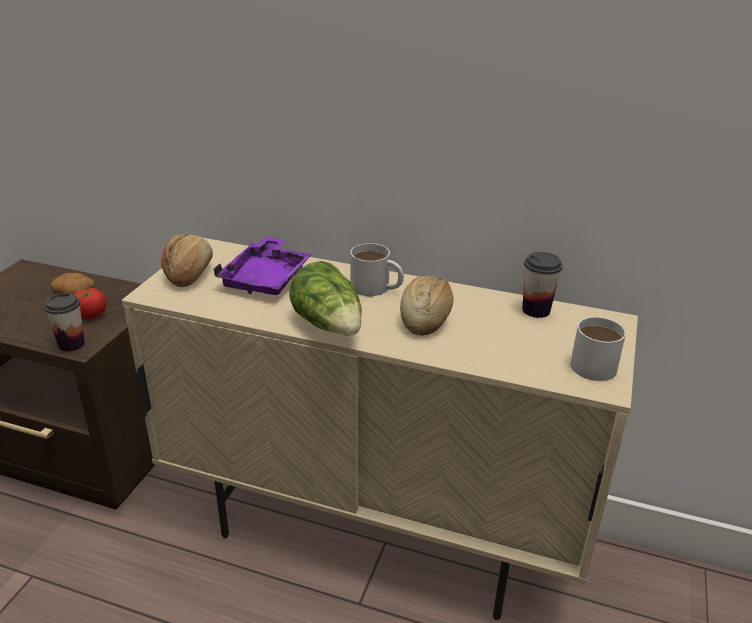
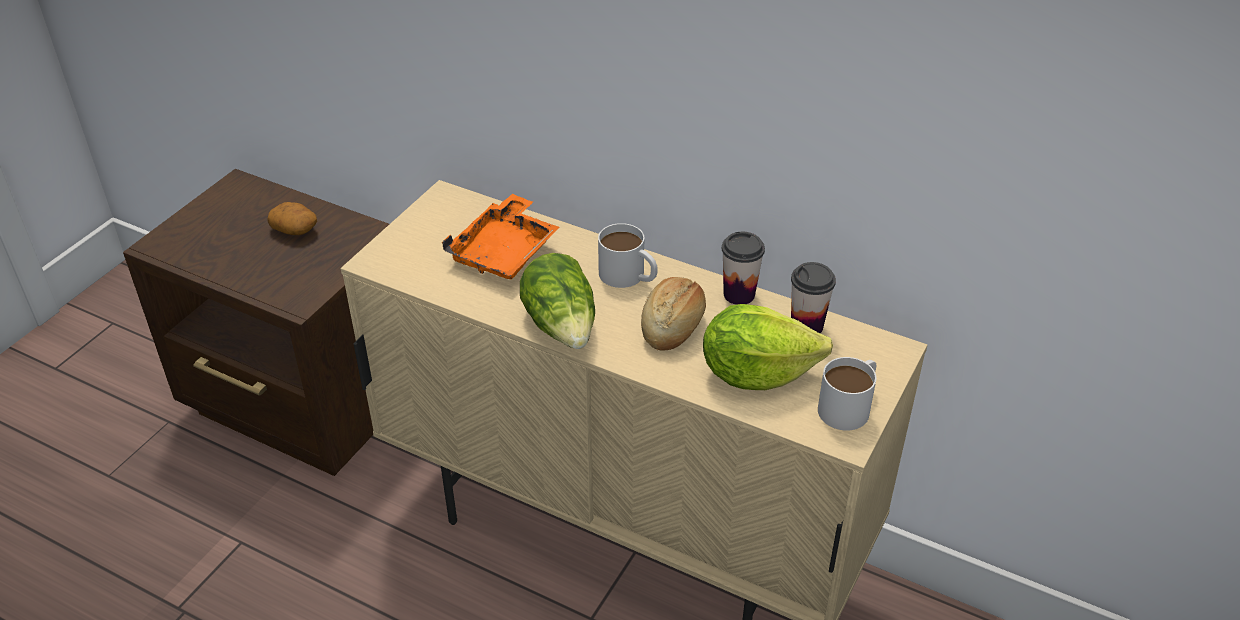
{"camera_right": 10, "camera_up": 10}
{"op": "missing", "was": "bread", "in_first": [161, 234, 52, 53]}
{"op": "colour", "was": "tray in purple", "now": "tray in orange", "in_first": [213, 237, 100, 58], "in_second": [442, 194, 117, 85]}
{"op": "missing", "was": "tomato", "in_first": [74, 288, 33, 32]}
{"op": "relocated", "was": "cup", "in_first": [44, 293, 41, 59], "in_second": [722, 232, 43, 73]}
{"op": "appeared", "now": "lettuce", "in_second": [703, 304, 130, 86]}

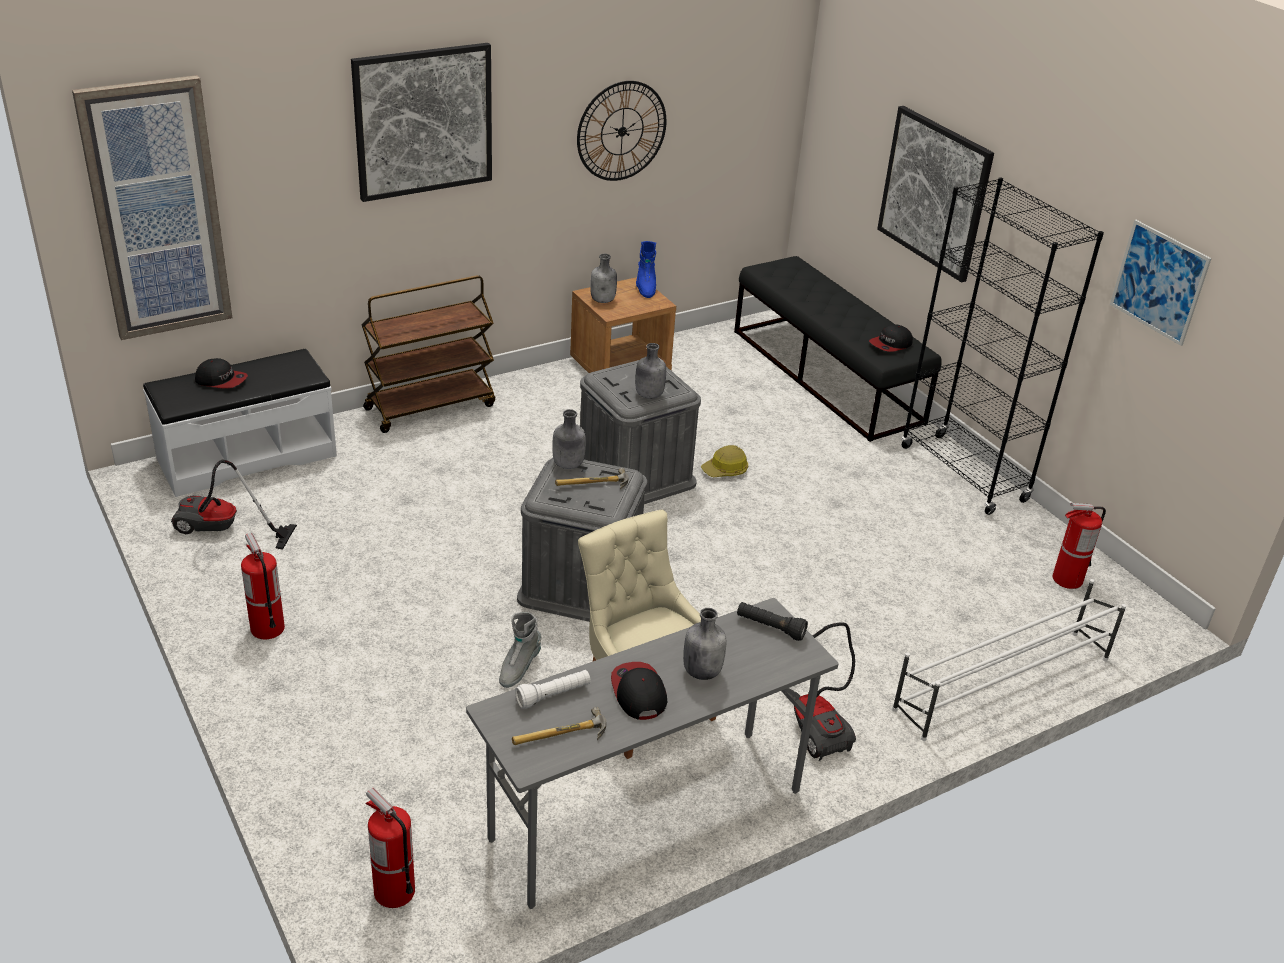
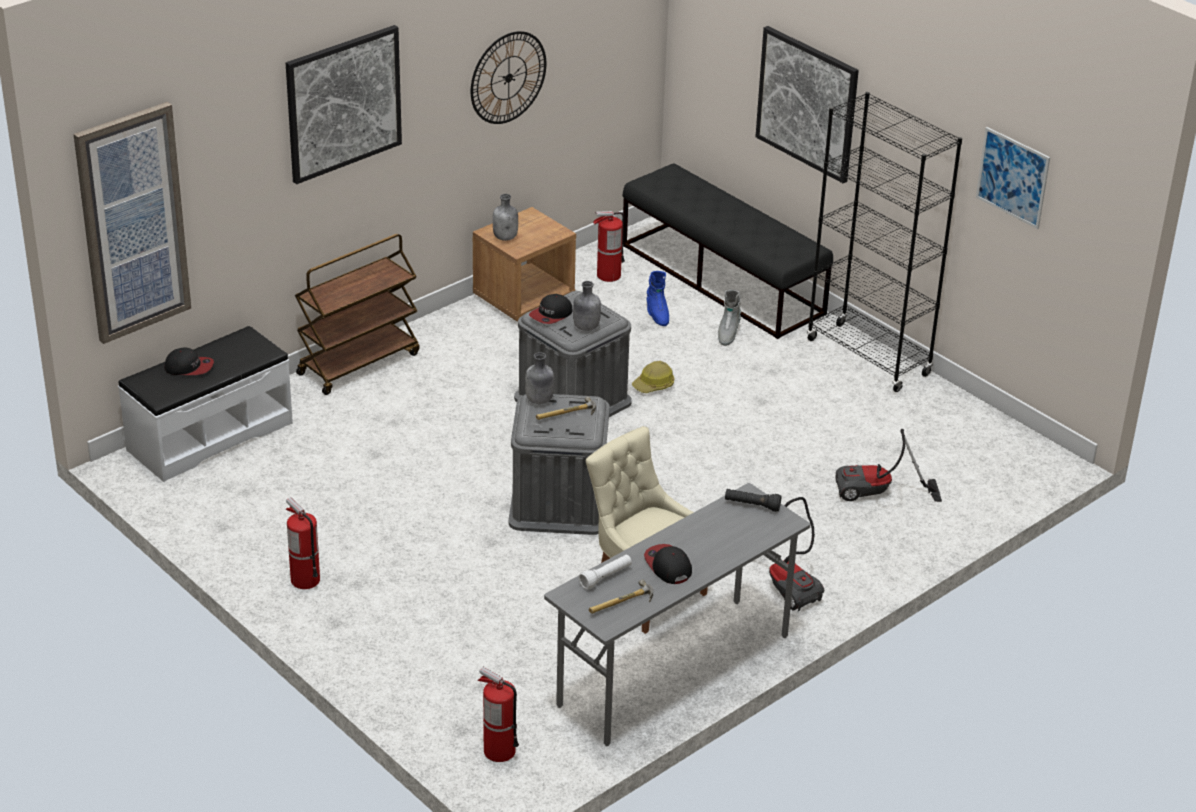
{"camera_right": -10, "camera_up": 0}
{"op": "relocated", "was": "boot in blue", "in_first": [636, 241, 20, 57], "in_second": [646, 271, 23, 55]}
{"op": "relocated", "was": "cap", "in_first": [869, 324, 44, 28], "in_second": [529, 294, 43, 30]}
{"op": "relocated", "was": "vacuum cleaner", "in_first": [171, 459, 126, 91], "in_second": [835, 429, 107, 73]}
{"op": "relocated", "was": "fire extinguisher", "in_first": [1053, 503, 53, 86], "in_second": [593, 211, 32, 71]}
{"op": "missing", "was": "shoe rack in white", "in_first": [892, 579, 234, 162]}
{"op": "missing", "was": "bottle in grey", "in_first": [683, 608, 43, 72]}
{"op": "relocated", "was": "boot in grey", "in_first": [499, 612, 43, 76], "in_second": [718, 290, 23, 56]}

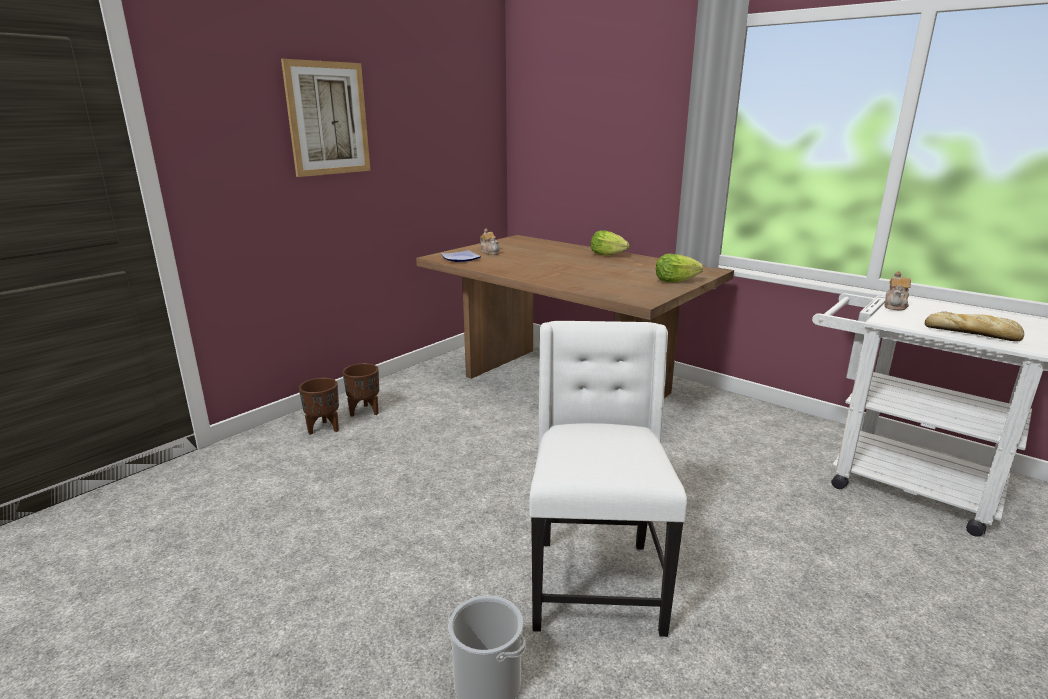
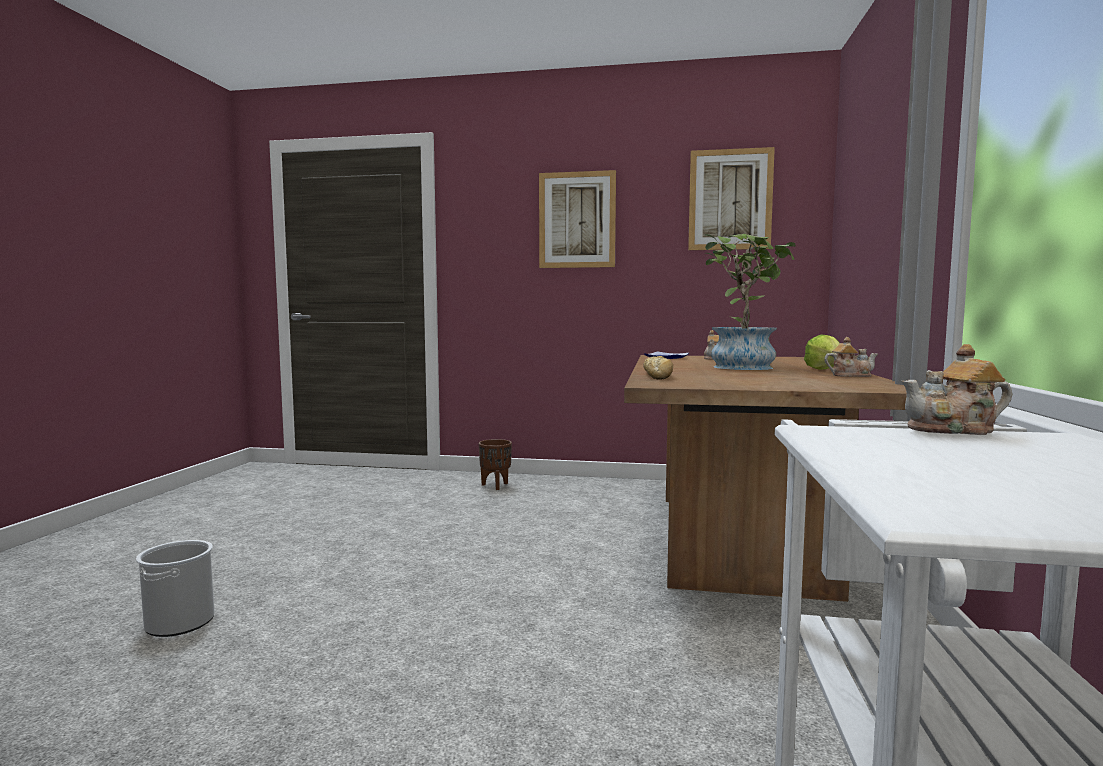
{"camera_right": 60, "camera_up": -15}
{"op": "missing", "was": "lettuce", "in_first": [656, 254, 47, 29]}
{"op": "relocated", "was": "bread", "in_first": [925, 311, 99, 30], "in_second": [643, 356, 30, 24]}
{"op": "missing", "was": "chair in white", "in_first": [529, 321, 158, 316]}
{"op": "missing", "was": "planter in brown", "in_first": [343, 363, 36, 54]}
{"op": "appeared", "now": "picture", "in_second": [688, 147, 87, 103]}
{"op": "appeared", "now": "potted plant", "in_second": [705, 234, 91, 136]}
{"op": "appeared", "now": "teapot", "in_second": [824, 337, 54, 40]}

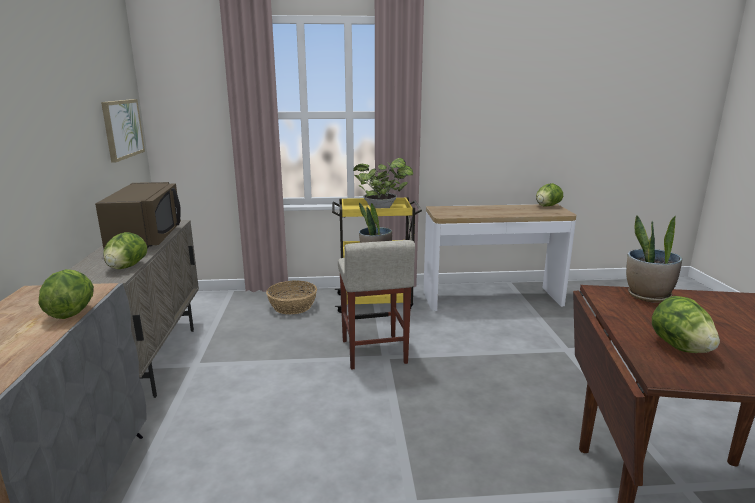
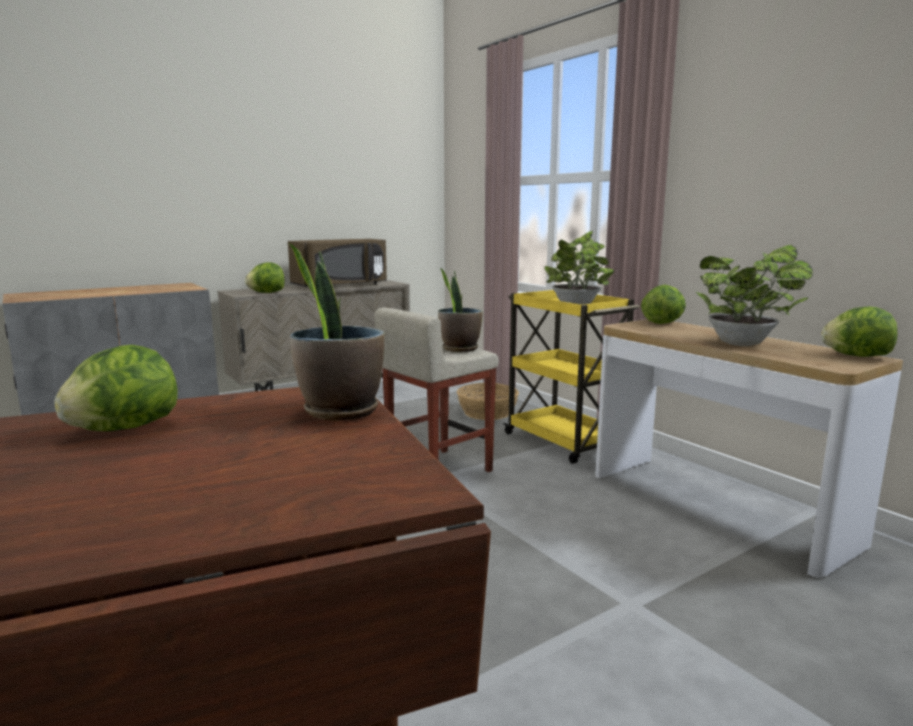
{"camera_right": 60, "camera_up": -5}
{"op": "missing", "was": "picture", "in_first": [101, 99, 44, 63]}
{"op": "relocated", "was": "lettuce", "in_first": [39, 269, 55, 50], "in_second": [641, 285, 45, 39]}
{"op": "appeared", "now": "potted plant", "in_second": [696, 245, 117, 101]}

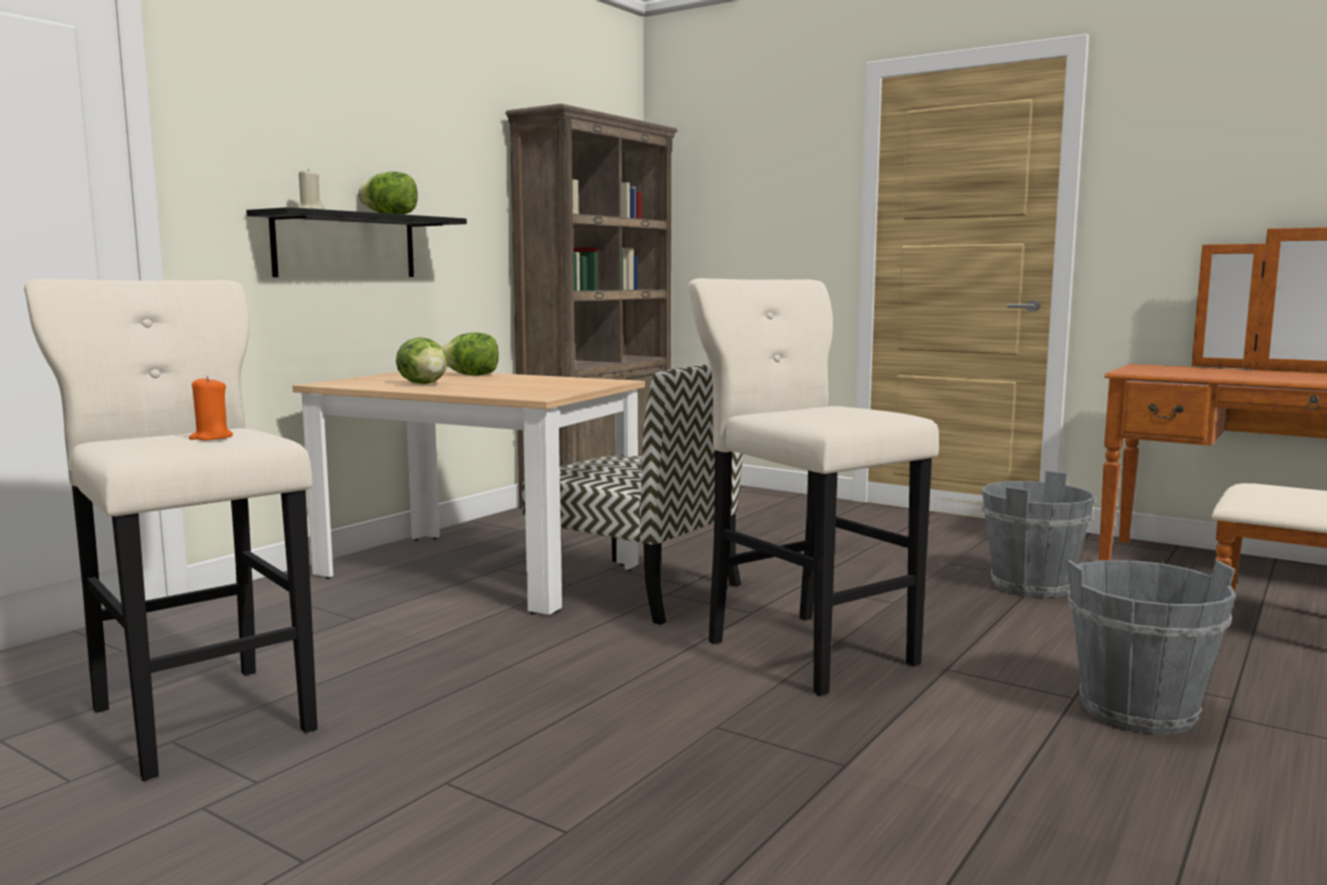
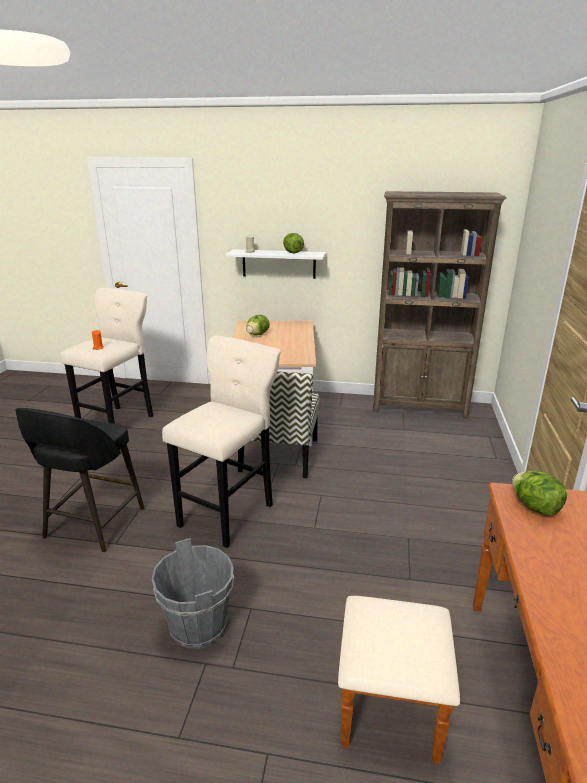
{"camera_right": 65, "camera_up": 15}
{"op": "colour", "was": "shelf in black", "now": "shelf in white", "in_first": [246, 207, 221, 70], "in_second": [226, 249, 100, 30]}
{"op": "relocated", "was": "lettuce", "in_first": [442, 333, 57, 43], "in_second": [512, 471, 55, 45]}
{"op": "missing", "was": "bucket in grey", "in_first": [982, 471, 113, 127]}
{"op": "appeared", "now": "stool in black", "in_second": [15, 408, 129, 144]}

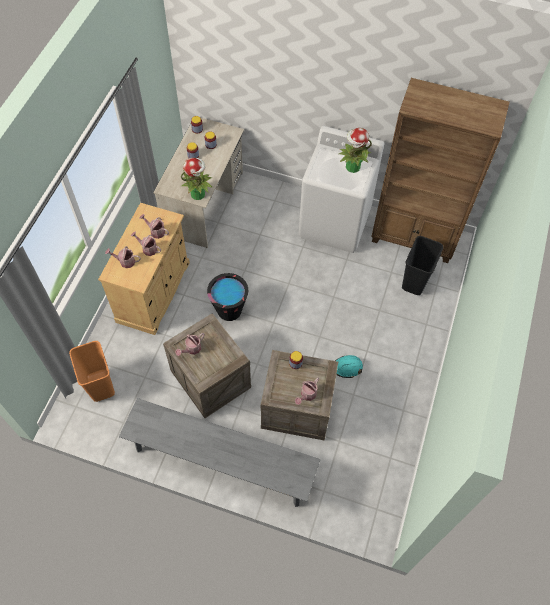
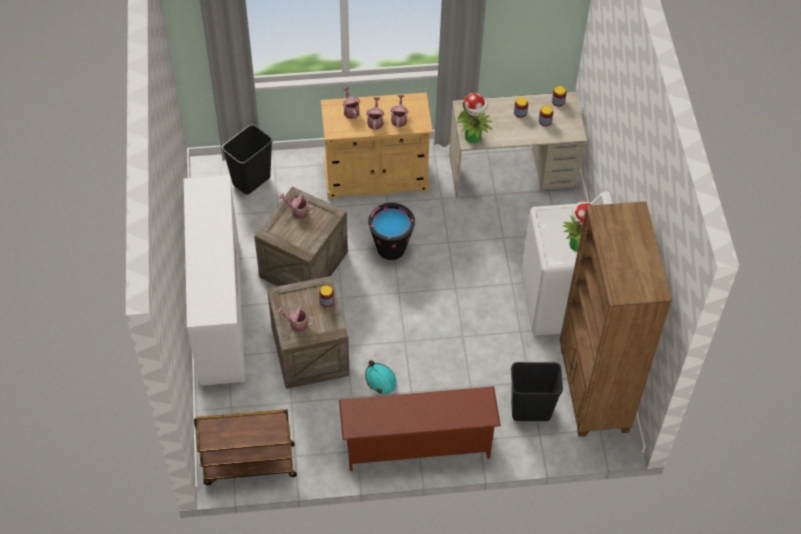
{"camera_right": 65, "camera_up": -5}
{"op": "colour", "was": "trash can in orange", "now": "trash can in black", "in_first": [69, 341, 46, 61], "in_second": [222, 124, 51, 70]}
{"op": "exchanged", "was": "bench in grey", "now": "dresser in white", "in_first": [119, 398, 201, 109], "in_second": [184, 175, 62, 211]}
{"op": "appeared", "now": "shoe rack in brown", "in_second": [339, 386, 162, 85]}
{"op": "appeared", "now": "cart in brown", "in_second": [194, 409, 103, 76]}

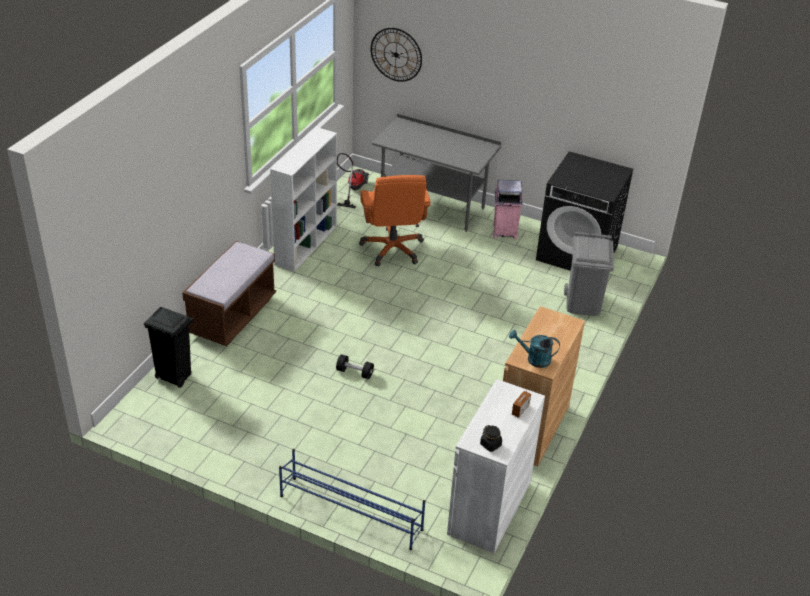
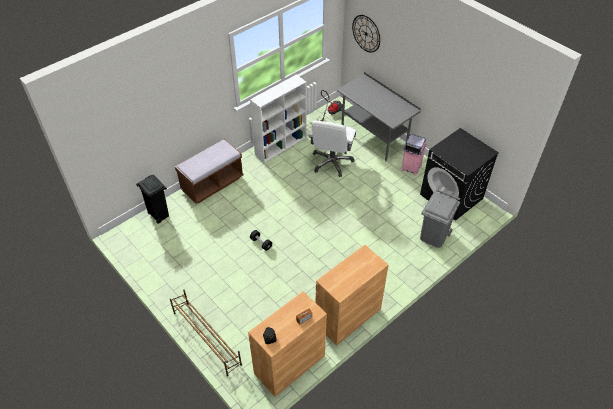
{"camera_right": 25, "camera_up": 10}
{"op": "colour", "was": "office chair in orange", "now": "office chair in white", "in_first": [359, 175, 72, 91], "in_second": [309, 120, 47, 57]}
{"op": "missing", "was": "watering can in turquoise", "in_first": [509, 330, 51, 38]}
{"op": "colour", "was": "cabinet in white", "now": "cabinet in brown", "in_first": [447, 379, 98, 174], "in_second": [248, 291, 79, 106]}
{"op": "colour", "was": "shoe rack in blue", "now": "shoe rack in brown", "in_first": [279, 449, 146, 101], "in_second": [170, 289, 72, 87]}

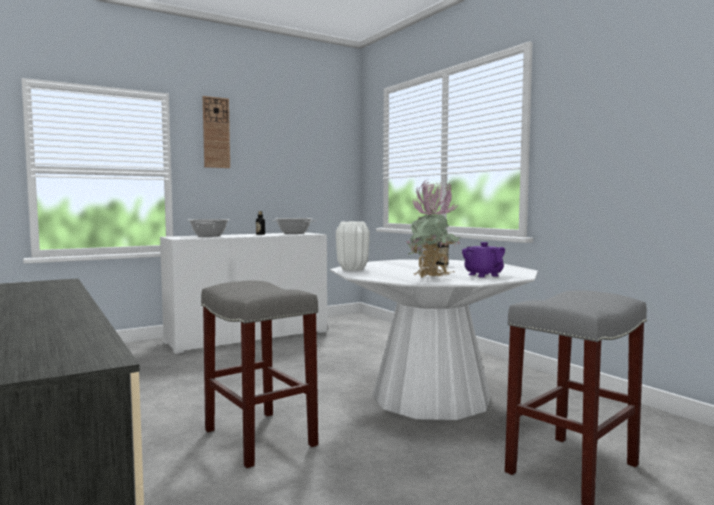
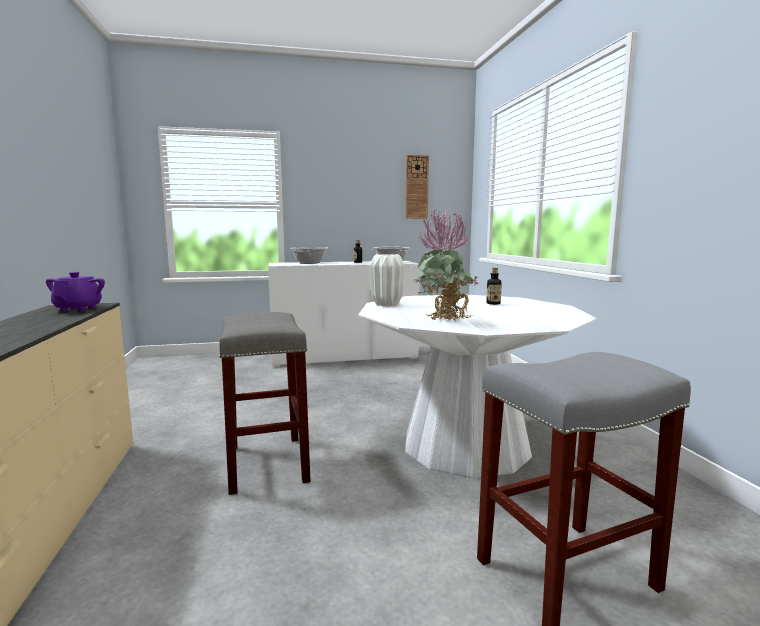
{"camera_right": 20, "camera_up": 5}
{"op": "relocated", "was": "wall clock", "in_first": [203, 96, 27, 72], "in_second": [406, 155, 23, 64]}
{"op": "relocated", "was": "teapot in purple", "in_first": [462, 242, 43, 35], "in_second": [46, 272, 59, 40]}

